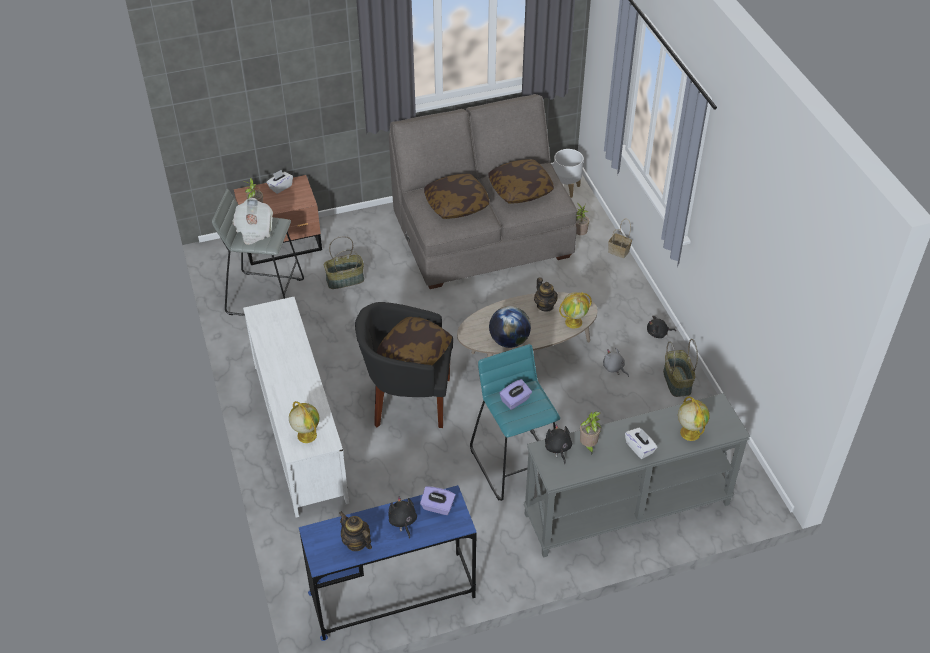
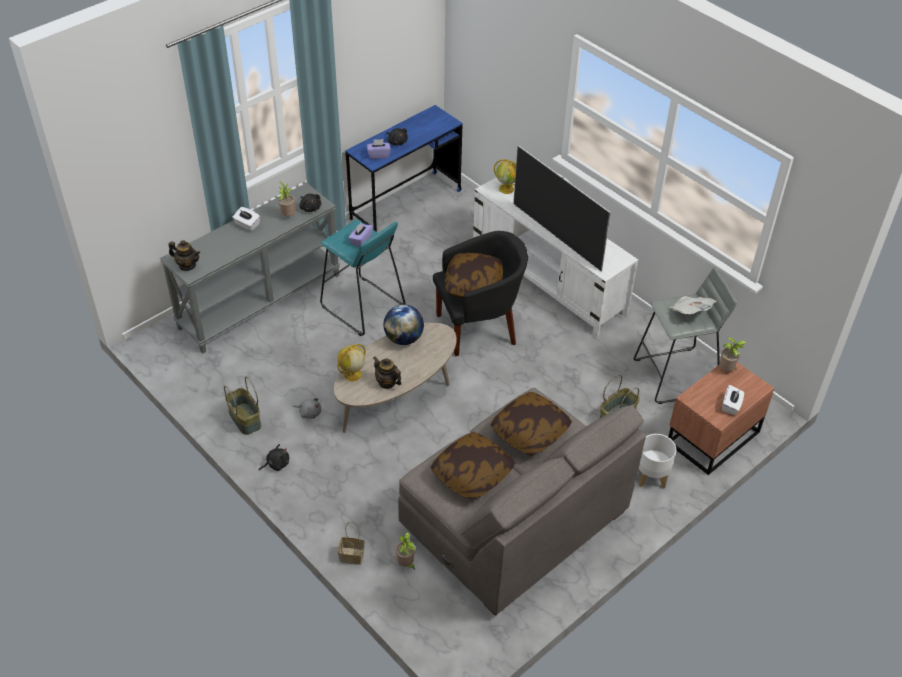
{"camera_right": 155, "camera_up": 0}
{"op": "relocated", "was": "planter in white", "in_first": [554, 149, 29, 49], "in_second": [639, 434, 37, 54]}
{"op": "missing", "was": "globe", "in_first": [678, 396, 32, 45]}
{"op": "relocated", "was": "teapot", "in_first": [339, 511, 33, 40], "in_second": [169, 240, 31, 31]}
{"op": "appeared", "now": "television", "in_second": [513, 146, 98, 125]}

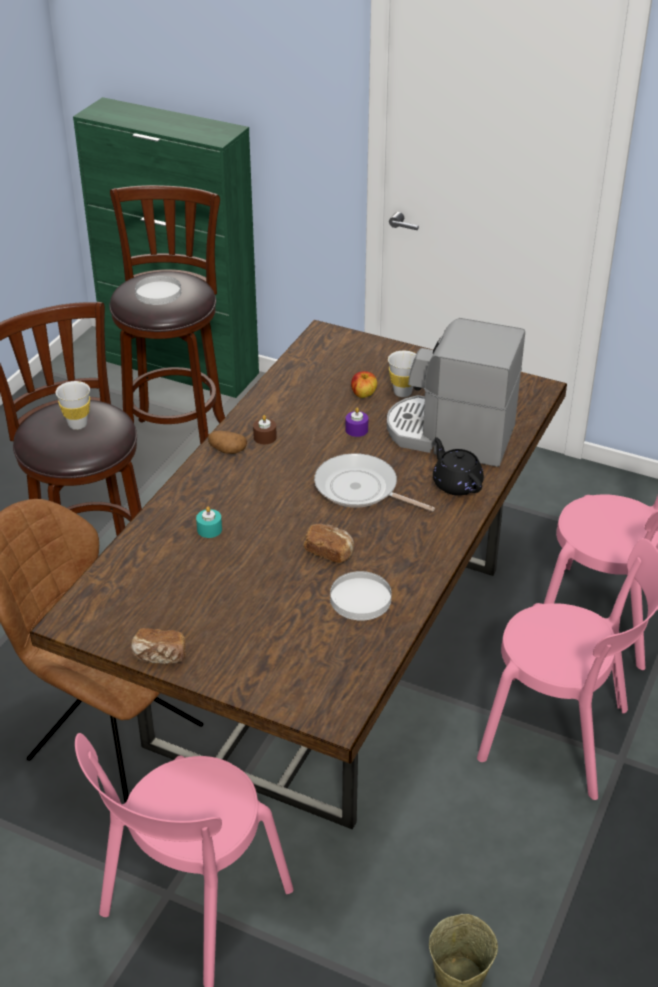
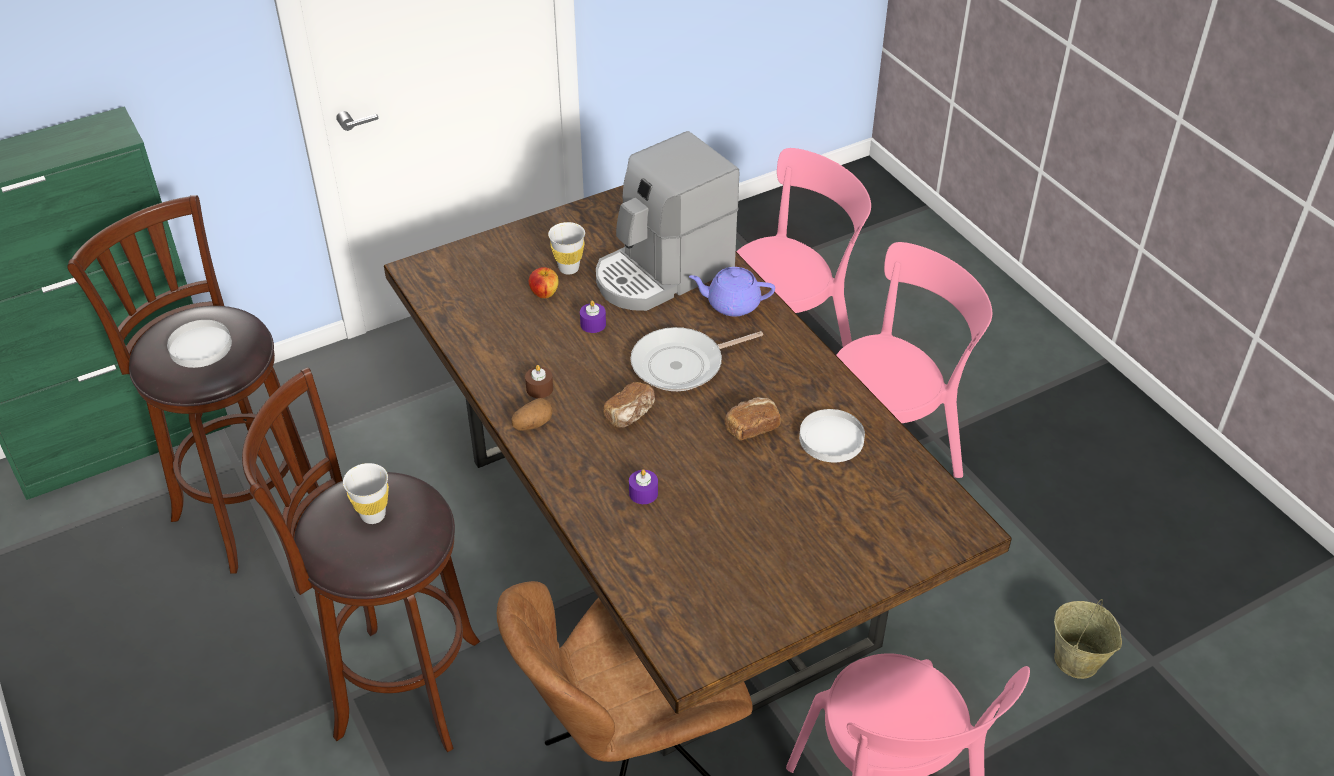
{"camera_right": -55, "camera_up": 5}
{"op": "colour", "was": "teapot in black", "now": "teapot in purple", "in_first": [433, 437, 51, 59], "in_second": [689, 267, 86, 49]}
{"op": "colour", "was": "candle in turquoise", "now": "candle in purple", "in_first": [196, 506, 26, 32], "in_second": [629, 469, 29, 35]}
{"op": "relocated", "was": "bread", "in_first": [131, 628, 55, 36], "in_second": [603, 382, 52, 46]}

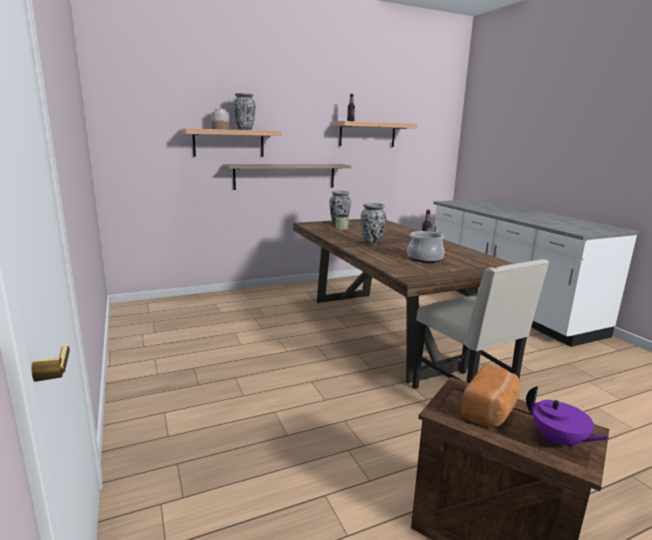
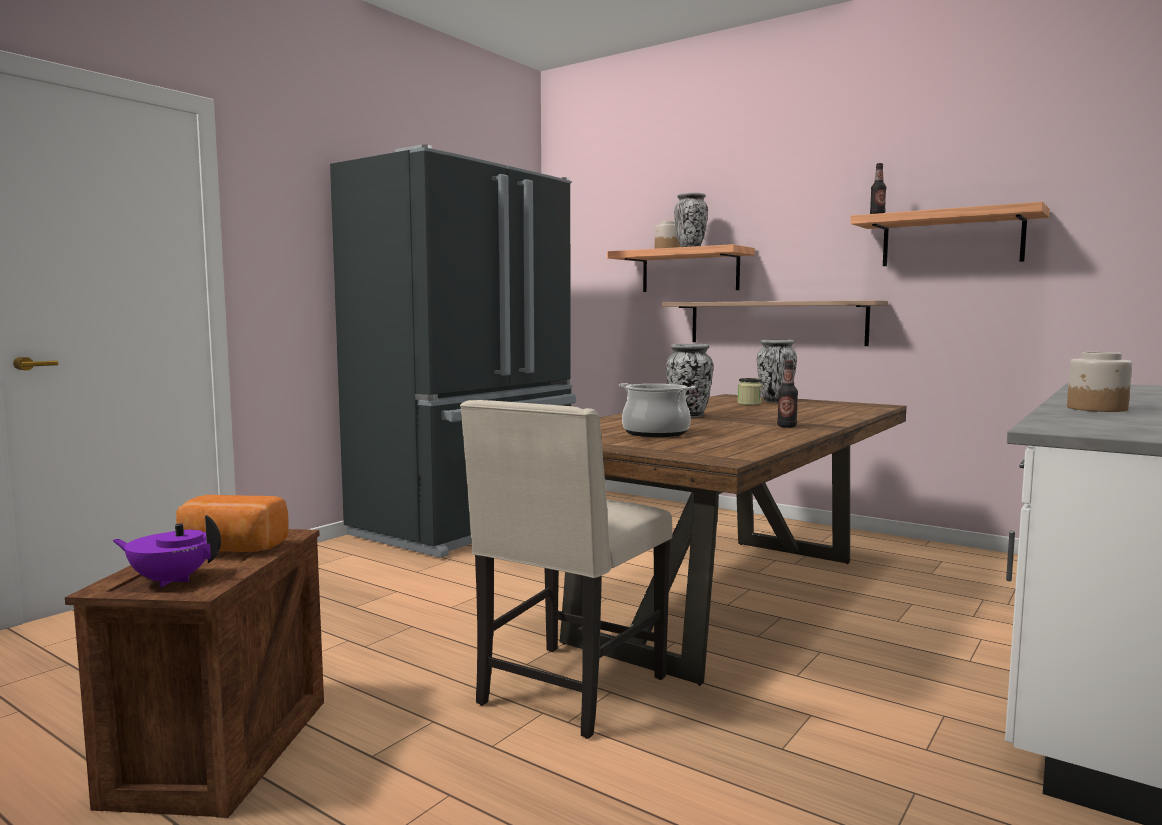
{"camera_right": 60, "camera_up": -10}
{"op": "spun", "was": "teapot in purple", "in_first": [526, 386, 83, 62], "in_second": [112, 515, 109, 72], "clockwise": 75}
{"op": "appeared", "now": "fridge in black", "in_second": [330, 144, 246, 414]}
{"op": "appeared", "now": "jar", "in_second": [1067, 352, 65, 60]}

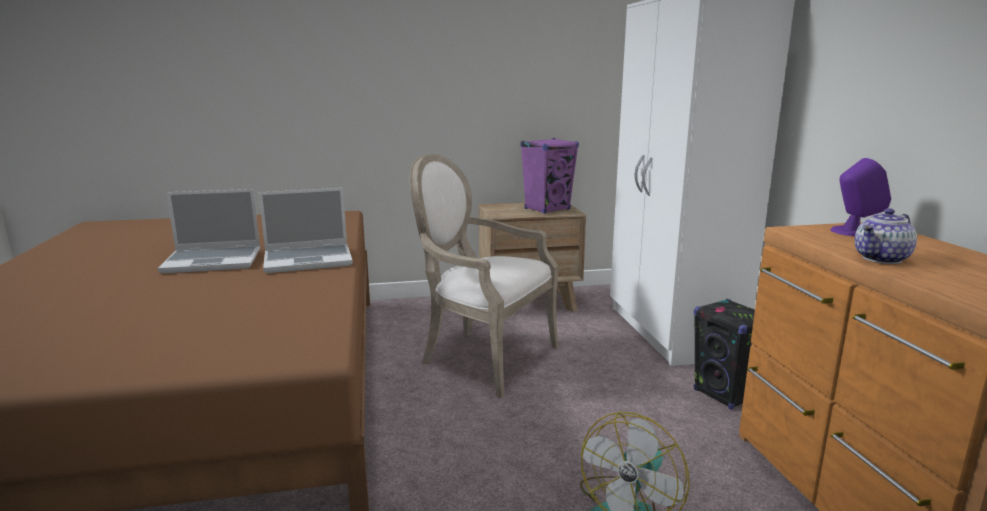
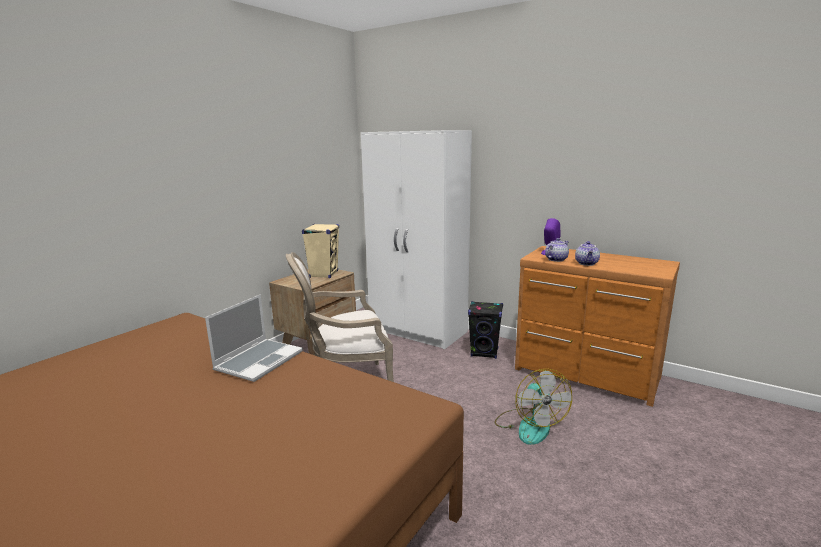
{"camera_right": -45, "camera_up": 0}
{"op": "colour", "was": "speaker in purple", "now": "speaker in beige", "in_first": [521, 138, 58, 76], "in_second": [302, 224, 37, 54]}
{"op": "missing", "was": "laptop", "in_first": [158, 189, 102, 85]}
{"op": "appeared", "now": "teapot", "in_second": [545, 238, 24, 24]}

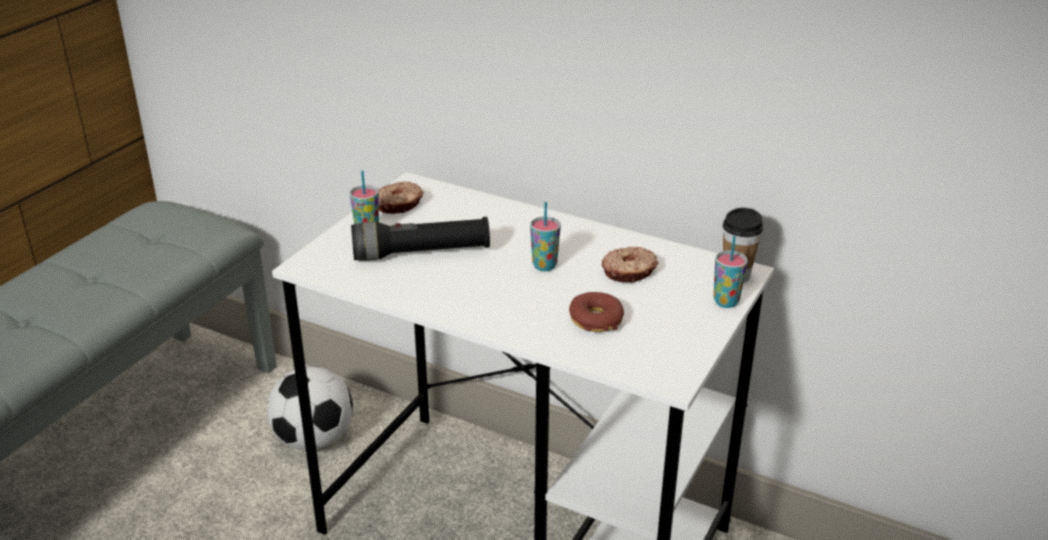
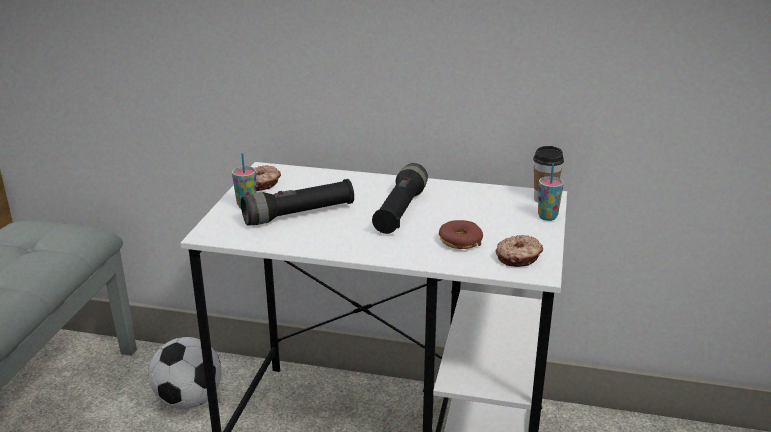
{"camera_right": -15, "camera_up": -5}
{"op": "exchanged", "was": "cup", "now": "flashlight in black", "in_first": [530, 202, 31, 69], "in_second": [372, 163, 56, 71]}
{"op": "relocated", "was": "donut", "in_first": [602, 247, 57, 36], "in_second": [496, 235, 47, 32]}

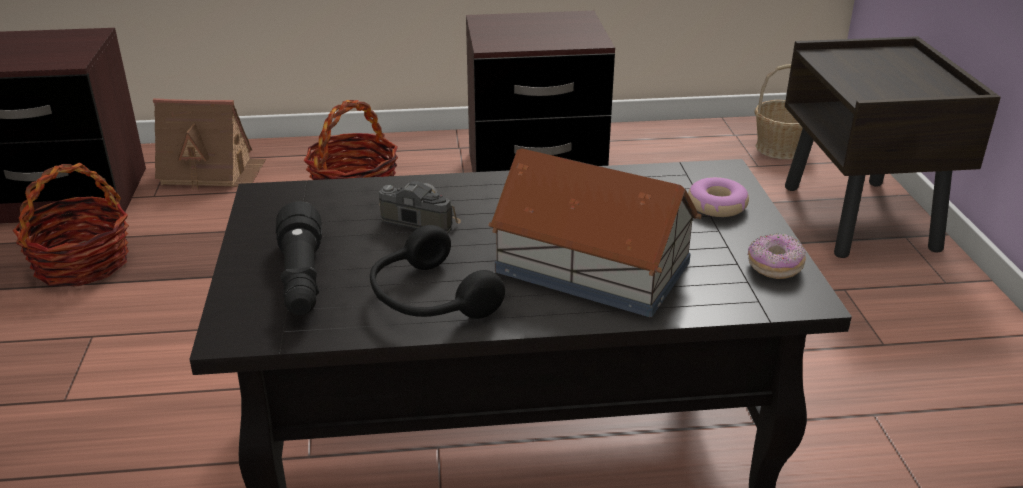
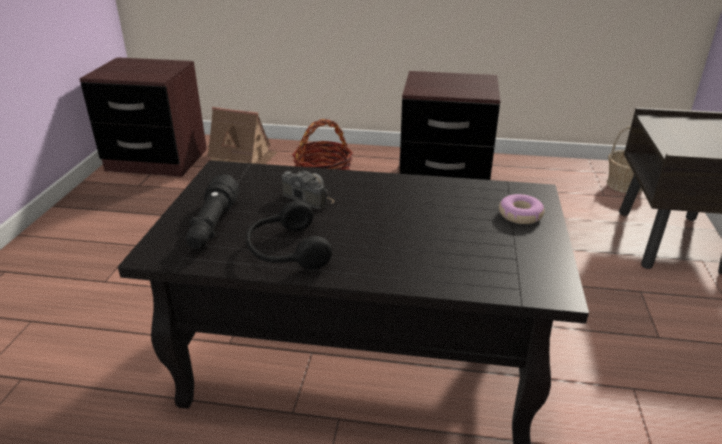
{"camera_right": 15, "camera_up": 0}
{"op": "missing", "was": "toy house", "in_first": [488, 148, 214, 169]}
{"op": "missing", "was": "basket", "in_first": [13, 163, 116, 123]}
{"op": "missing", "was": "donut", "in_first": [748, 233, 58, 46]}

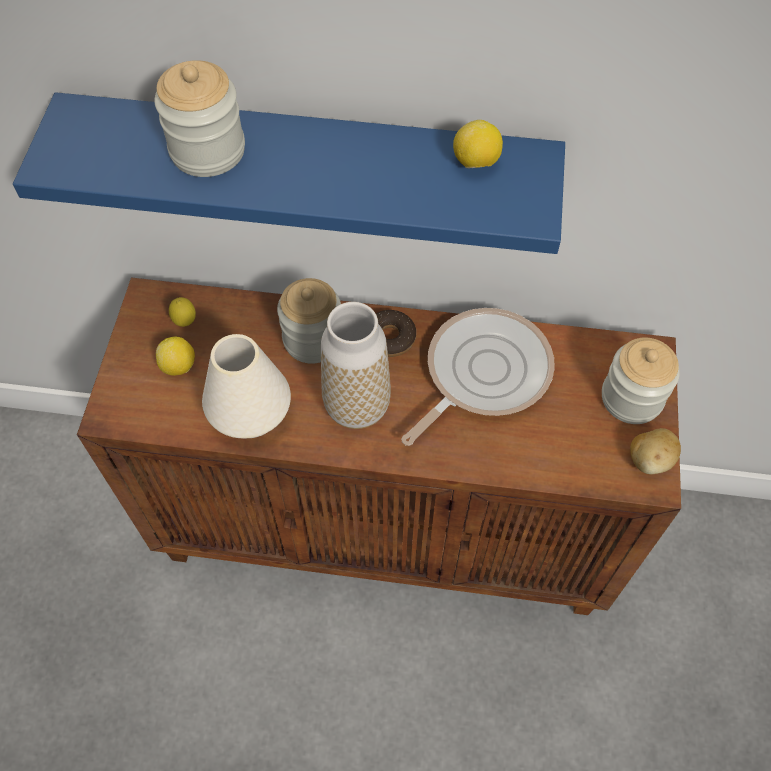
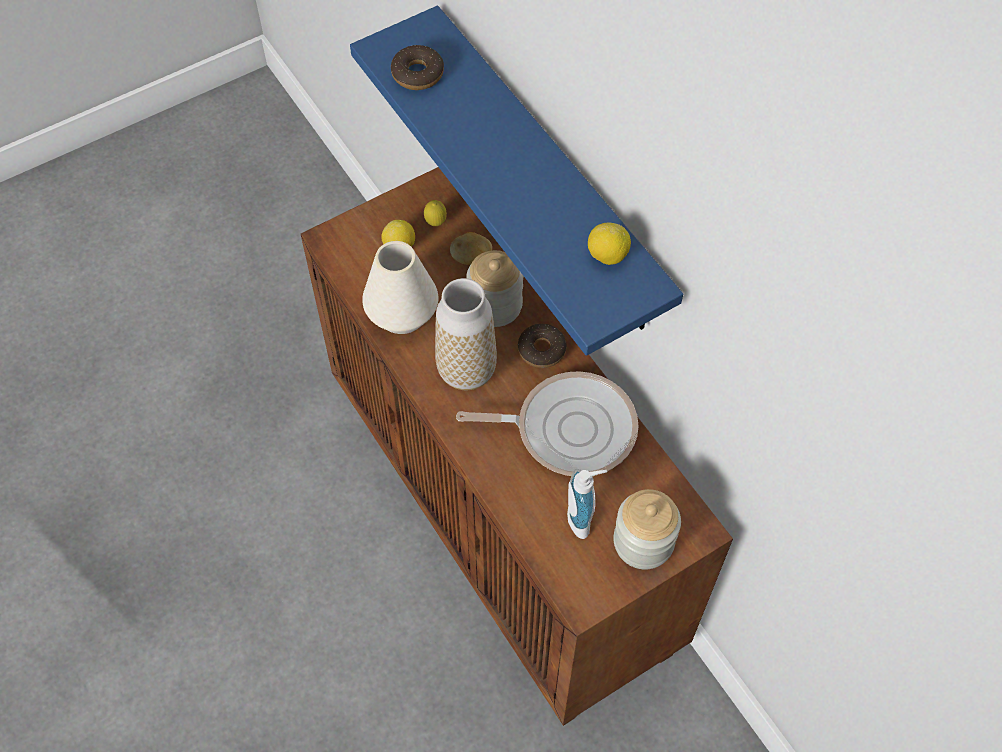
{"camera_right": 50, "camera_up": 0}
{"op": "missing", "was": "jar", "in_first": [154, 60, 91, 117]}
{"op": "relocated", "was": "potato", "in_first": [630, 428, 51, 46], "in_second": [450, 232, 42, 33]}
{"op": "appeared", "now": "donut", "in_second": [391, 45, 53, 45]}
{"op": "appeared", "now": "soap dispenser", "in_second": [567, 469, 40, 70]}

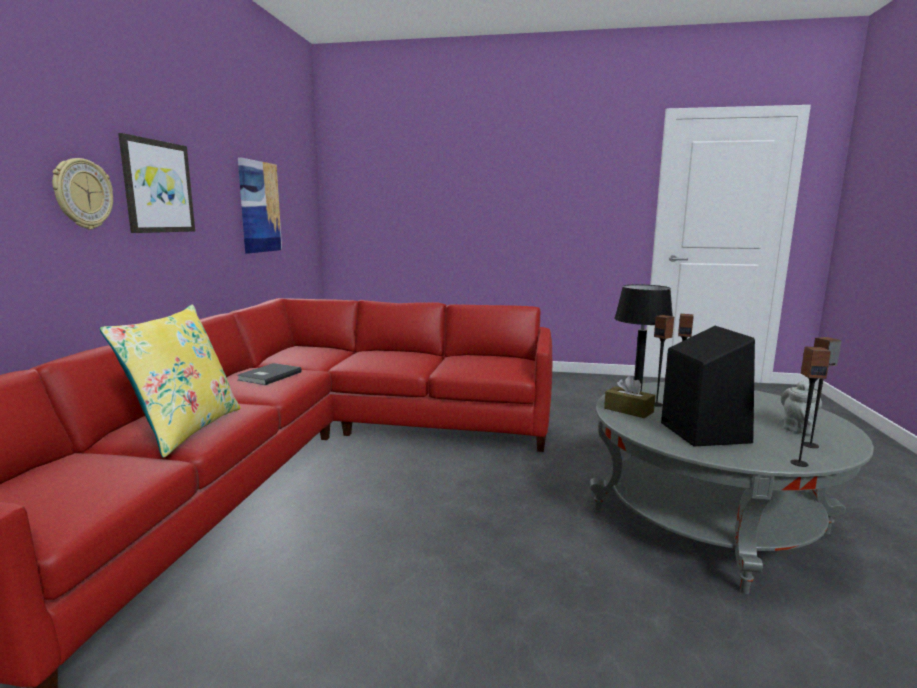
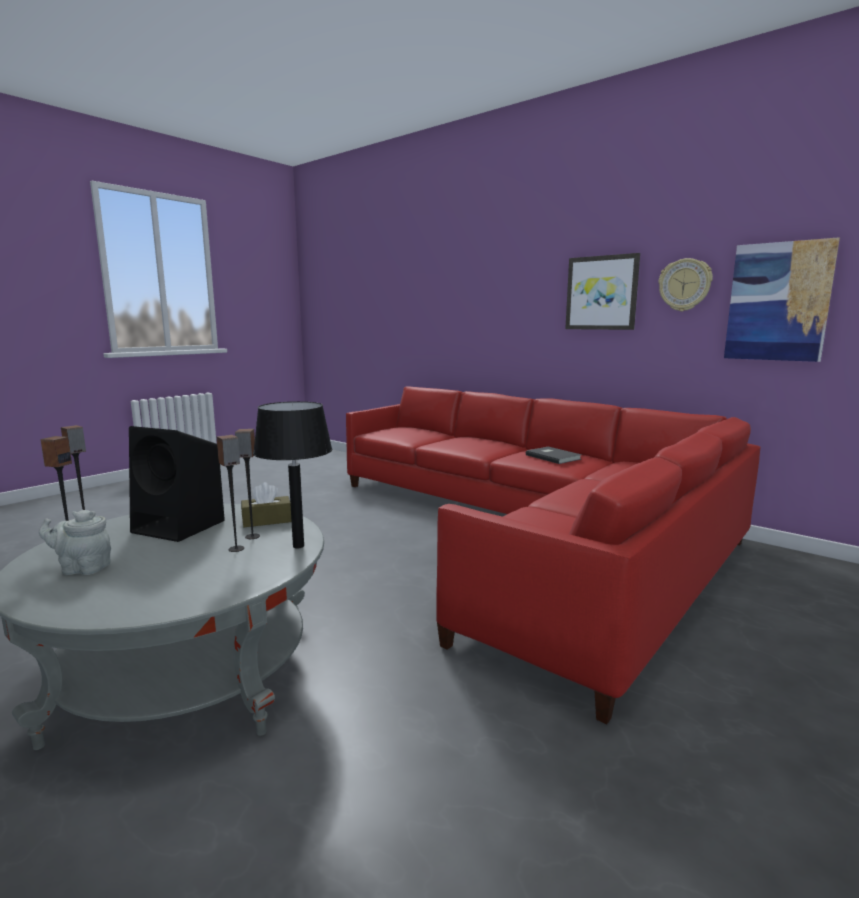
{"camera_right": 120, "camera_up": 0}
{"op": "relocated", "was": "wall clock", "in_first": [52, 158, 61, 71], "in_second": [658, 258, 55, 53]}
{"op": "missing", "was": "pillow in yellow", "in_first": [100, 305, 141, 153]}
{"op": "spun", "was": "teapot in grey", "in_first": [781, 381, 41, 53], "in_second": [39, 510, 72, 65], "clockwise": 120}

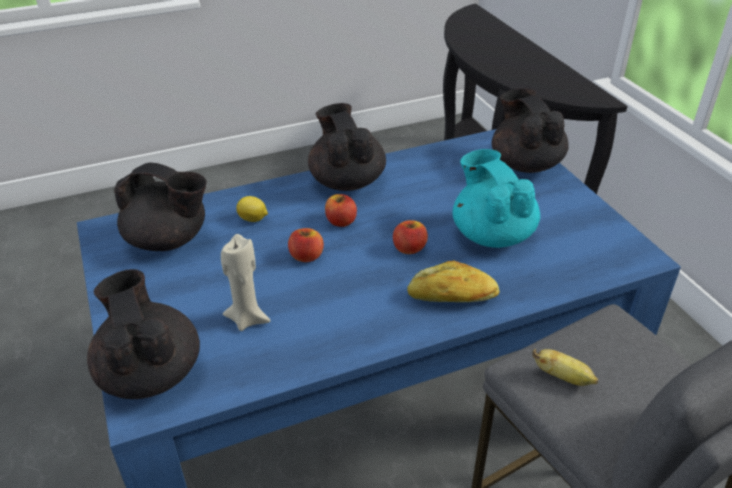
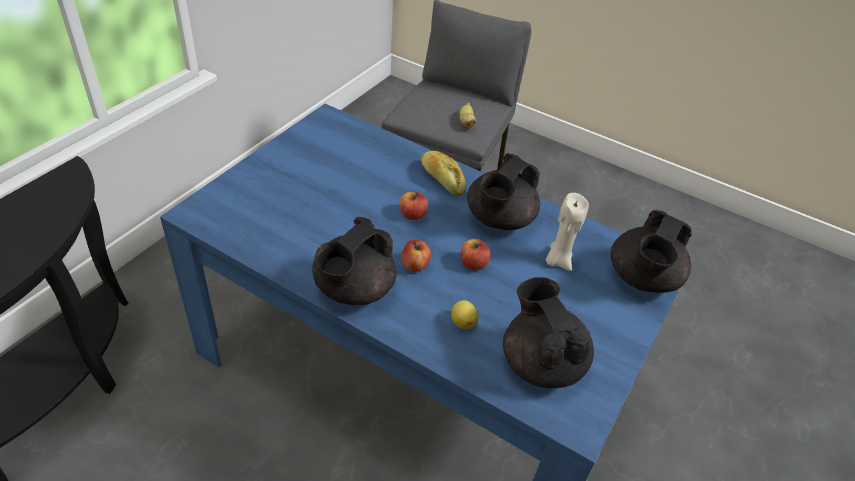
{"camera_right": -130, "camera_up": 5}
{"op": "relocated", "was": "teapot in black", "in_first": [492, 88, 77, 85], "in_second": [467, 153, 73, 77]}
{"op": "missing", "was": "teapot in turquoise", "in_first": [452, 149, 88, 99]}

